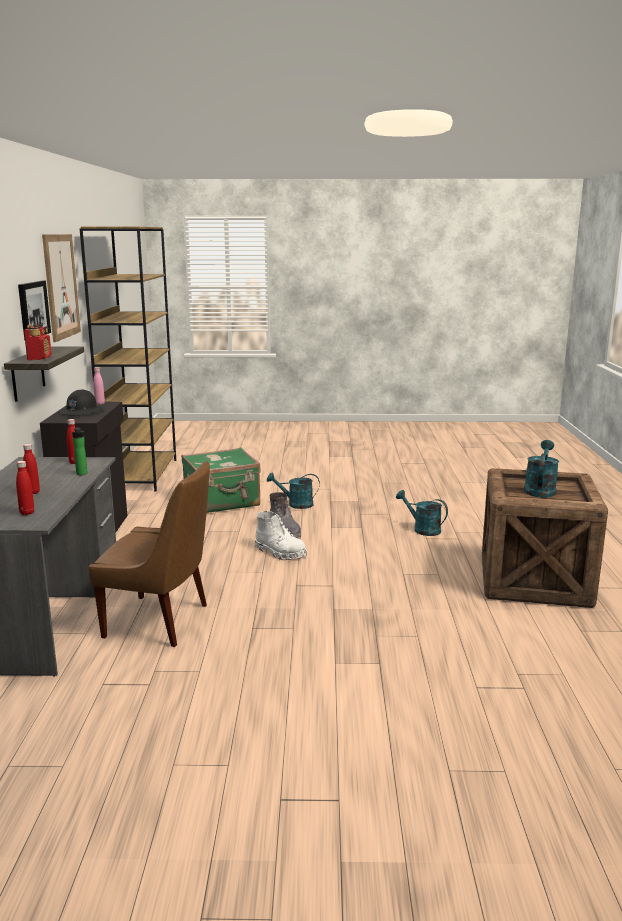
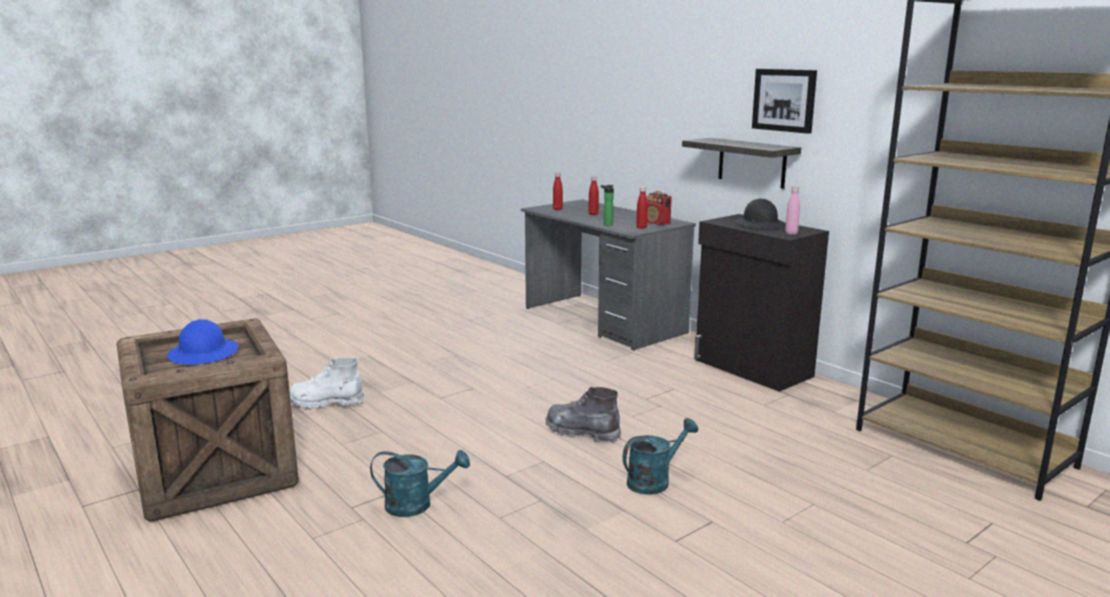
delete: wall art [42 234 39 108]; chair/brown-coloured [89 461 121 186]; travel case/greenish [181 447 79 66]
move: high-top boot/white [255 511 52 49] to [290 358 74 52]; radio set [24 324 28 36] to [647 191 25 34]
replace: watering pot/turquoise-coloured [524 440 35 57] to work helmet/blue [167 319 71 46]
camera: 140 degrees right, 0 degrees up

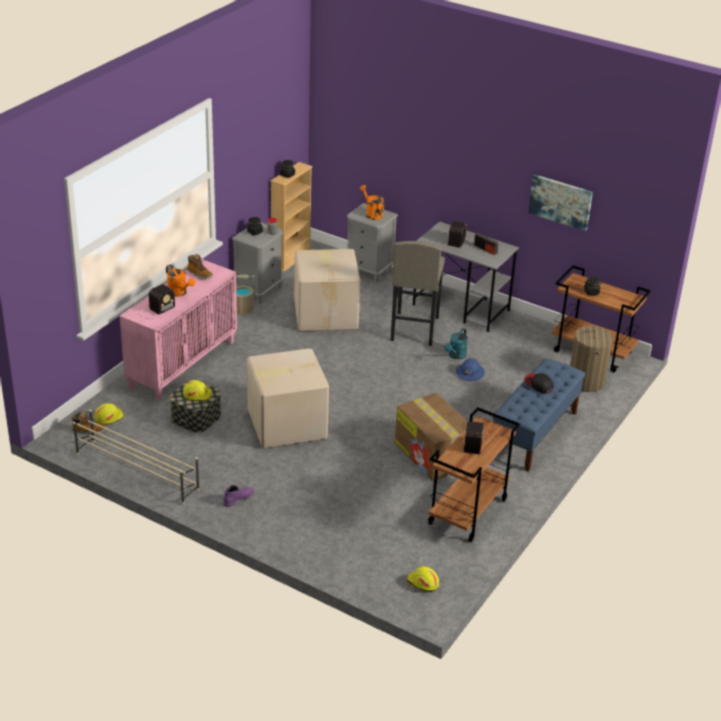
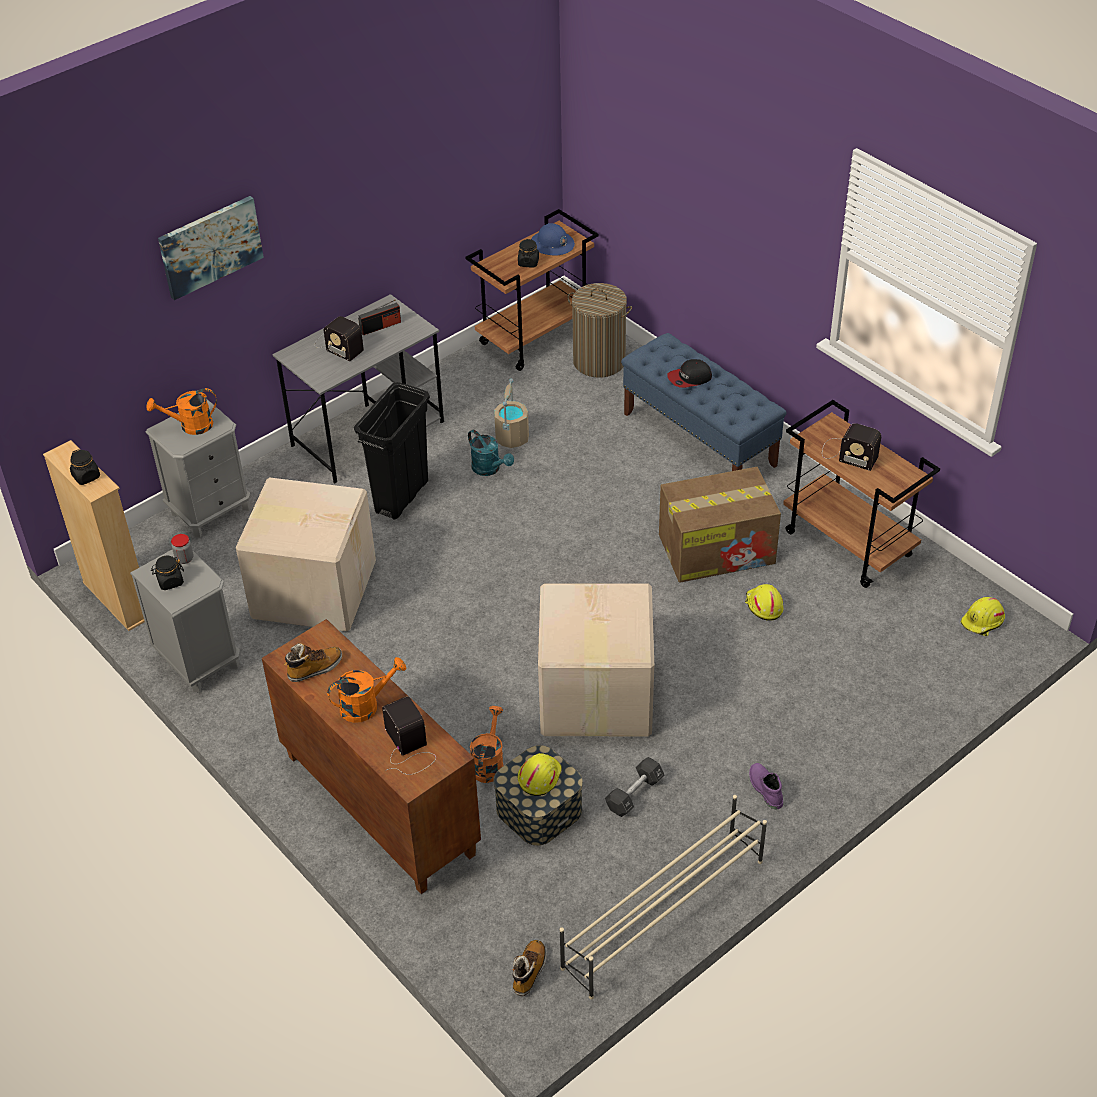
insert: watering pot/orangey [470 706 34 77]; free weight/blackish [605 757 59 60]
move: wall art [528 174 65 57] to [158 196 106 104]; water bucket/sand-coloured [236 275 20 40] to [494 379 35 69]; work helmet/blue [456 358 29 23] to [531 223 44 32]; work helmet/yellow [94 403 29 22] to [745 584 38 37]
replace: stool seat/grey [390 241 55 105] to waste bin/blackish [354 382 76 138]
recolor: cabinet/pink [120 259 117 142] to cabinet/brown-coloured [262 619 219 275]
camera: 70 degrees left, 10 degrees up

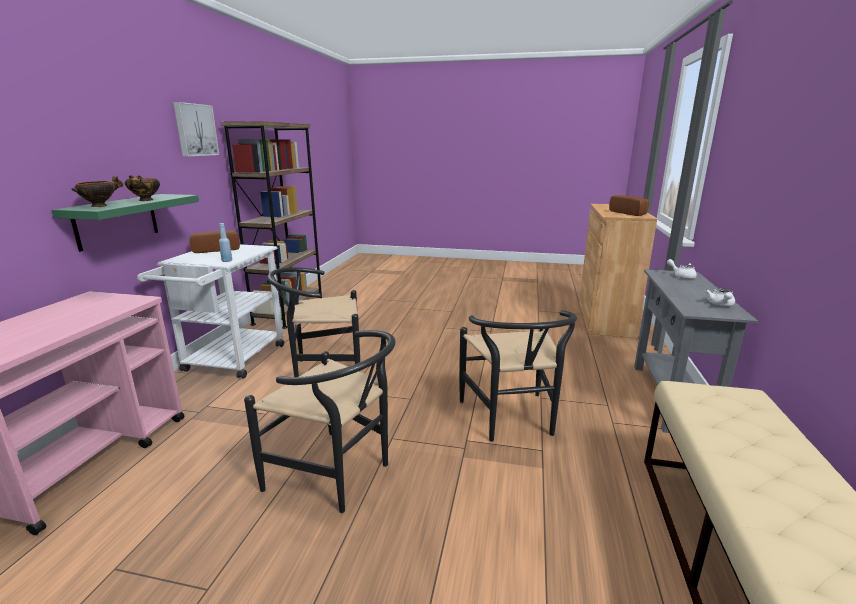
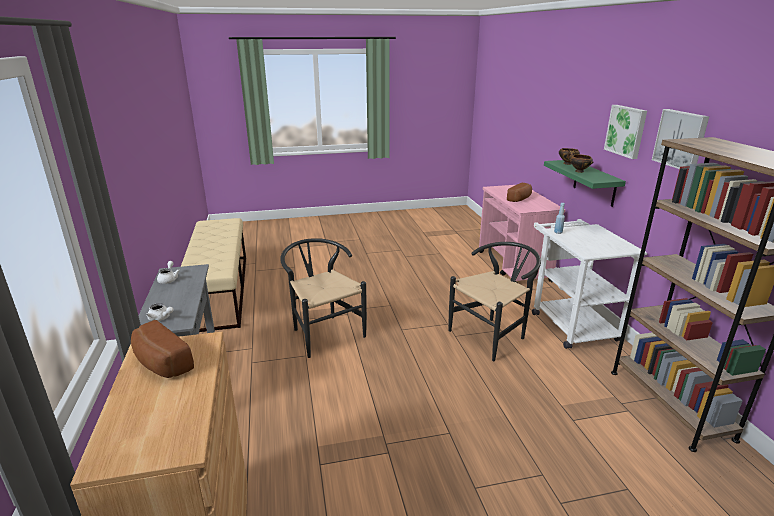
delete: chair/blackish [244 330 152 183]
insert: wall art [604 105 43 54]
move: baked bread [190 231 50 22] to [507 183 25 19]
camera: 155 degrees right, 5 degrees up

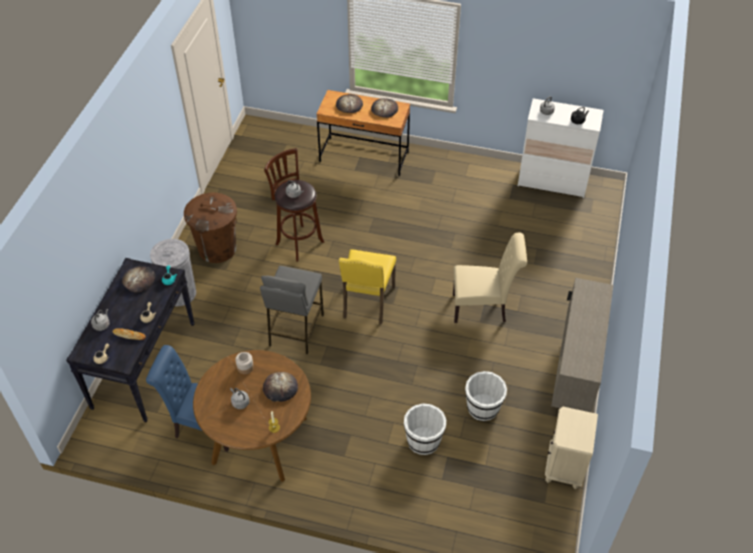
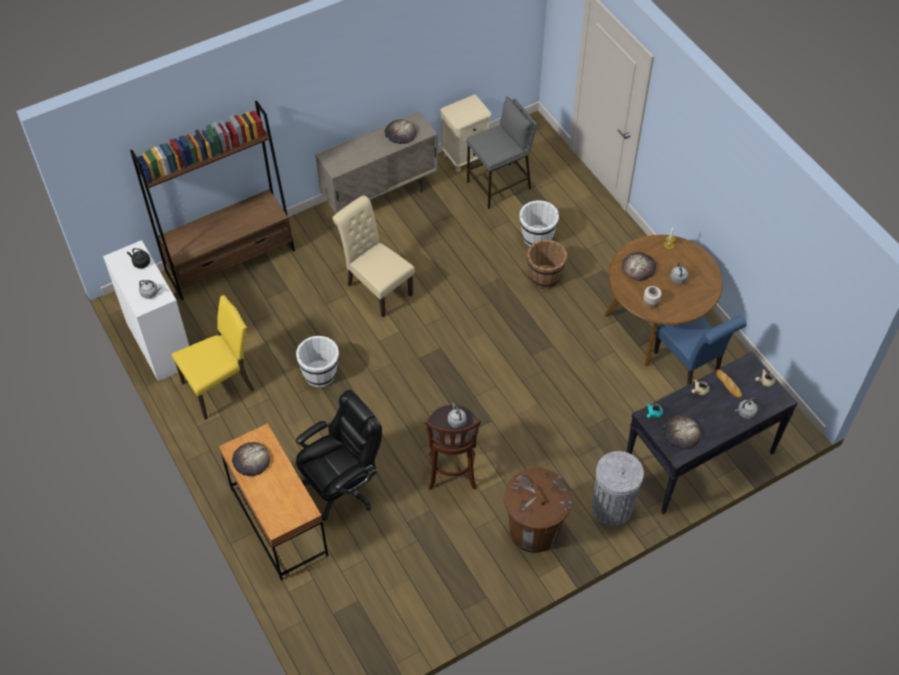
insert: shelving unit/brown-coloured [130 101 165 199]; desk chair/blackish [296 390 86 131]; water bucket/brown-coloured [527 240 40 49]
move: chair/yellow [339 249 57 76] to [172 295 83 125]; water bucket/white [465 371 42 50] to [296 336 43 51]; baked bread [336 94 27 19] to [385 119 32 25]; stool seat/grey [260 266 64 88] to [466 96 71 113]
camera: 135 degrees left, 5 degrees up

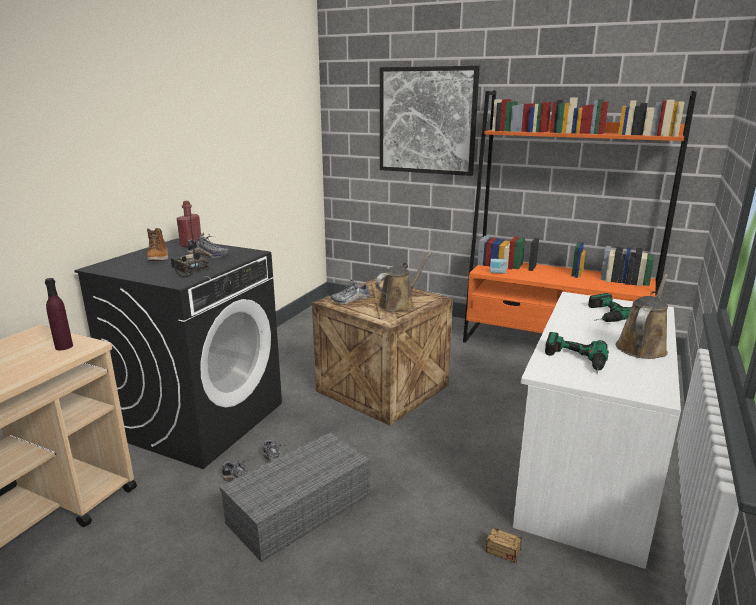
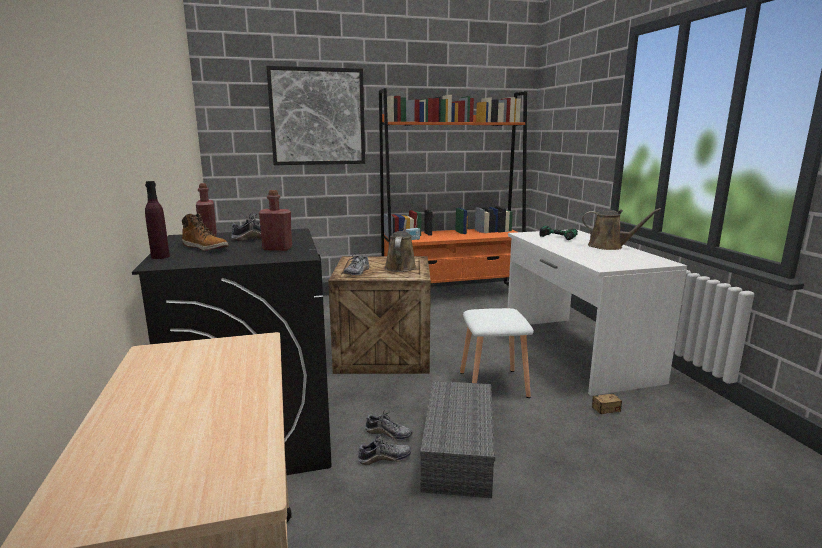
delete: drill [545 332 64 40]
insert: stool seat/white [460 308 74 90]
move: beverage bottle/purple-coloured [45 278 28 72] to [145 181 25 78]
replace: radio set [170 217 40 60] to beverage bottle/red [259 190 33 61]
rotate: watering pot/brown-coloured [616 274 52 85] = [582 208 79 42] 120 degrees clockwise
camera: 40 degrees left, 5 degrees down

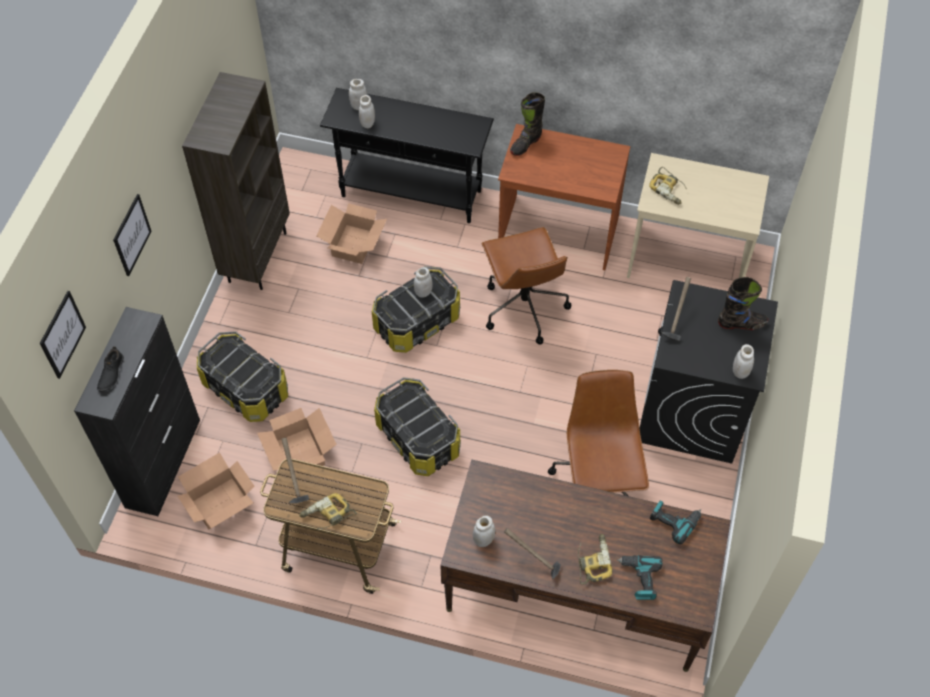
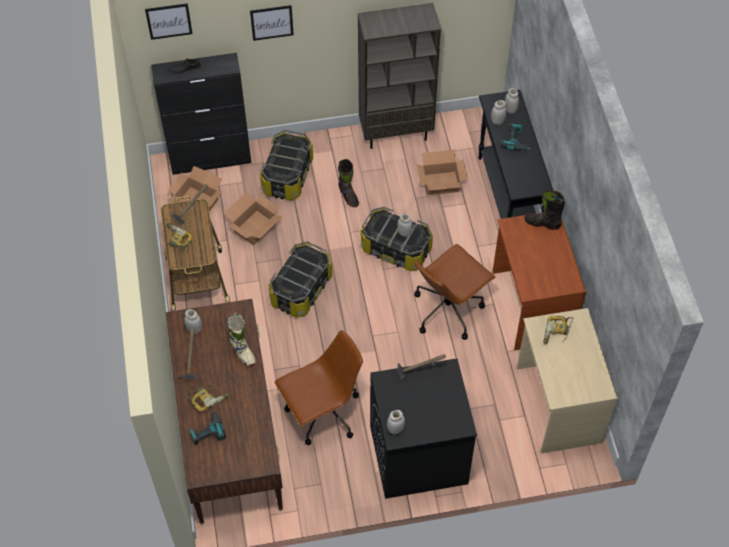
insert: high-top boot/sand-coloured [227 313 29 53]
move: high-top boot/blackish [718 277 50 53] to [338 159 21 48]; drill [650 501 51 44] to [501 124 29 27]
camera: 65 degrees right, 0 degrees up

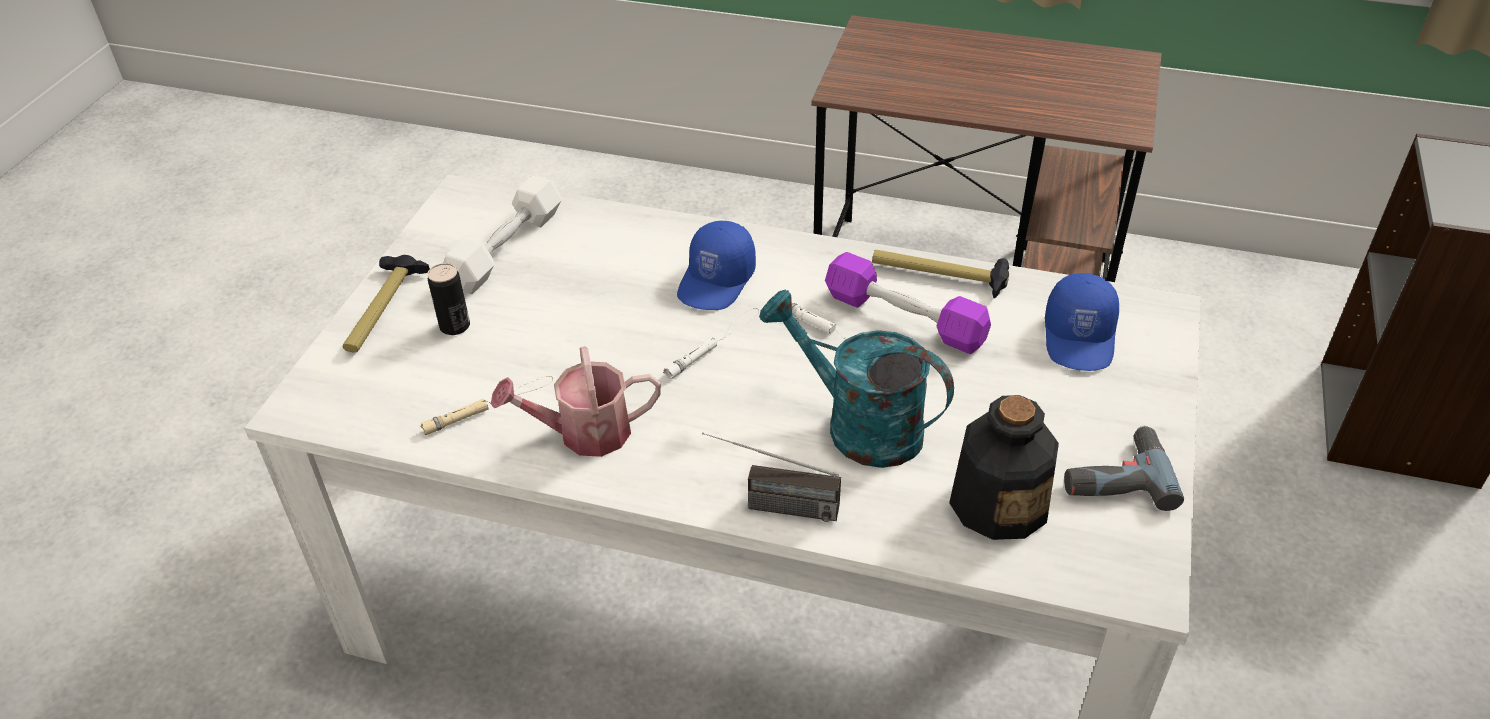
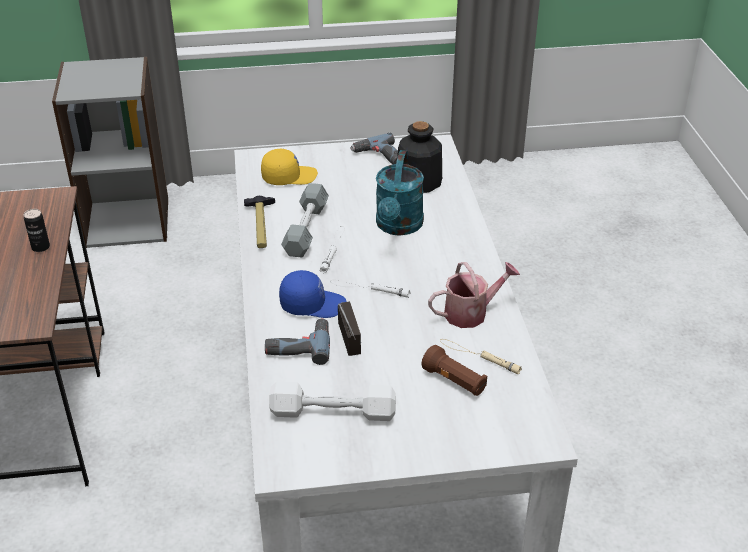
delete: hammer [343 255 87 97]
insert: drill [265 318 65 47]; torch/brown-coloured [421 345 66 51]
move: metal can [428 263 42 72] to [24 209 26 43]; radio set [702 432 139 90] to [338 301 23 55]
recolor: baseball cap/blue [1045 273 74 98] to baseball cap/yellow [261 149 57 36]; free weight/purple-coloured [825 252 166 102] to free weight/grey [281 183 48 75]
rotate: watering pot [491 346 170 111] = [428 262 92 66] 75 degrees counterclockwise
camera: 115 degrees left, 5 degrees down

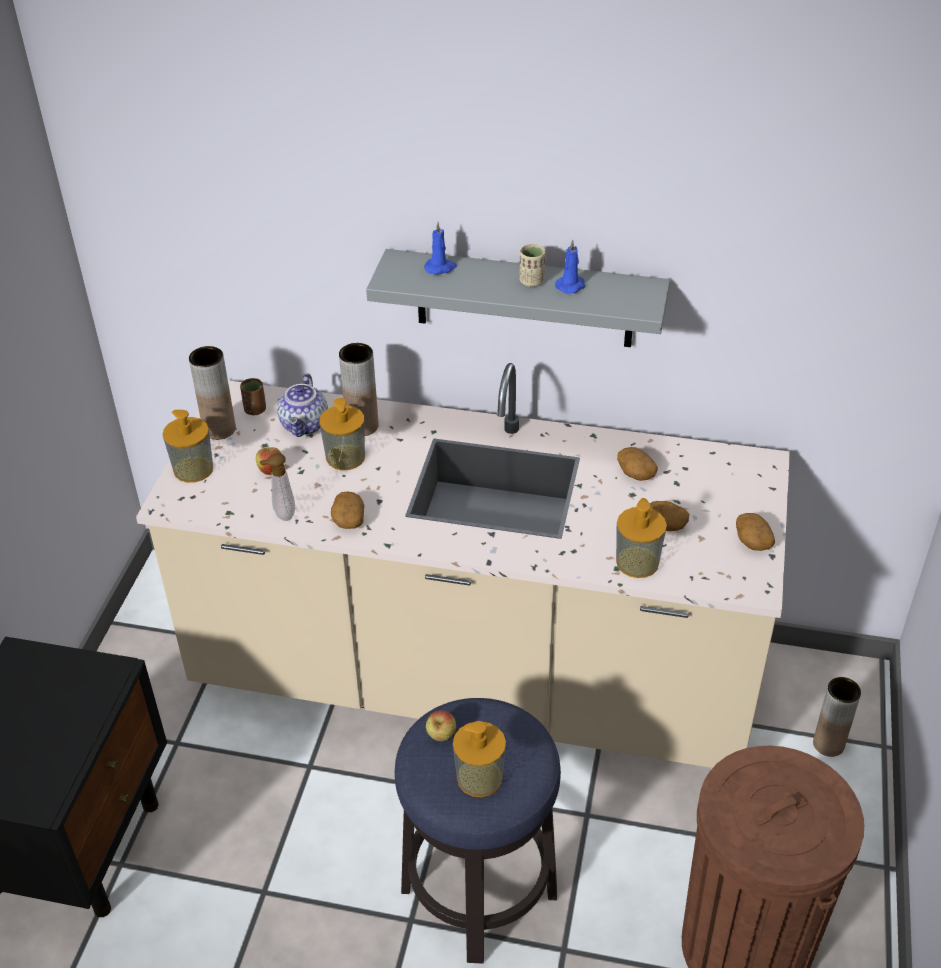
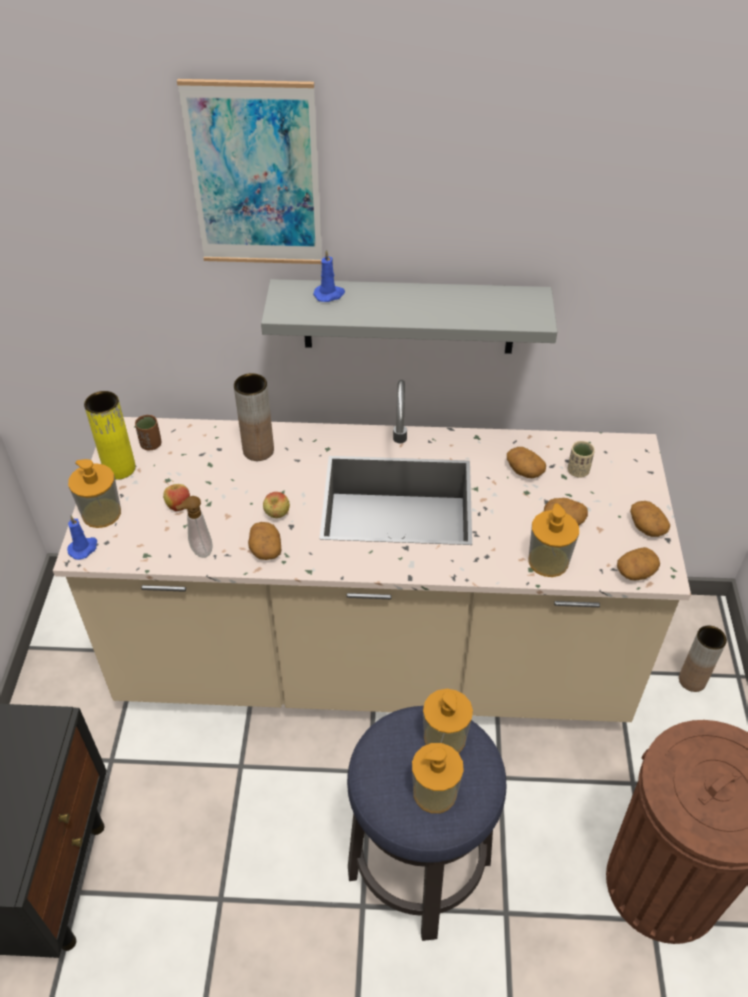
delete: teapot [277 373 51 64]
insert: wall art [177 79 145 185]; spud [617 547 43 33]
move: candle/blue [555 239 30 55] to [67 515 30 45]; whole apple [426 710 30 31] to [263 492 27 26]; soap bottle [319 398 46 72] to [423 689 50 64]; cup/sand-coloured [519 244 26 43] to [568 441 27 37]
recolor: vase/brown-coloured [189 346 47 94] to vase/yellow [84 391 52 89]
camera: 10 degrees left, 5 degrees up

